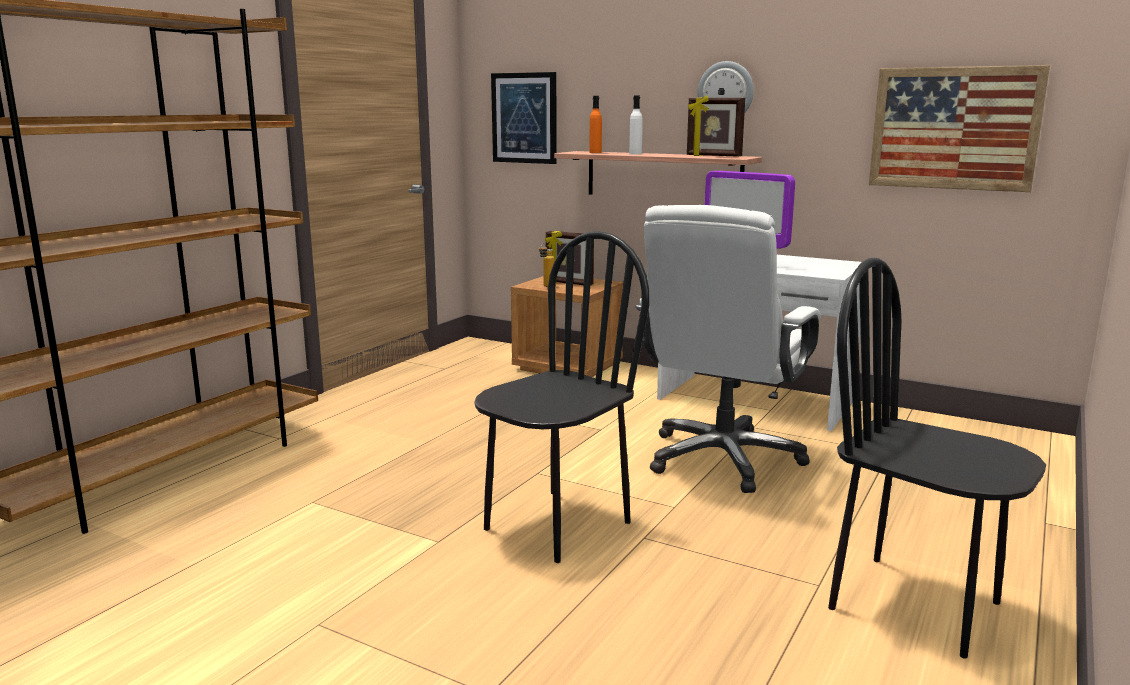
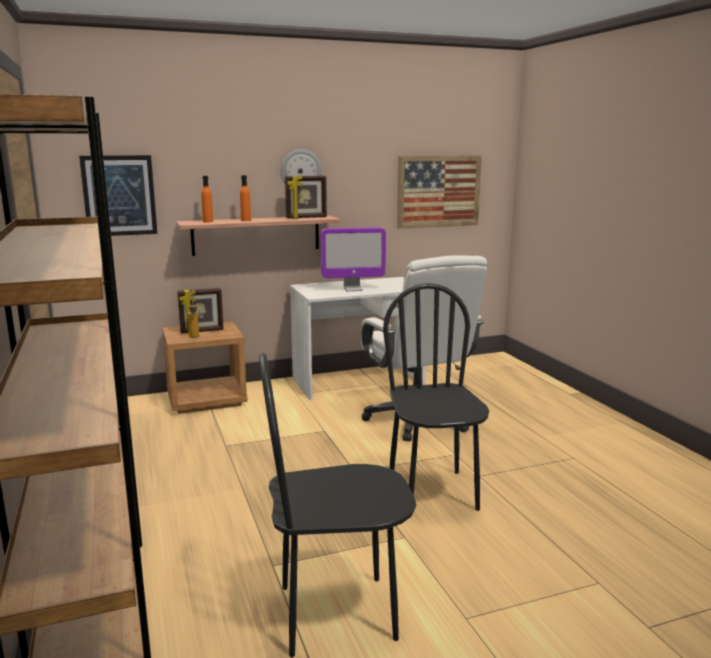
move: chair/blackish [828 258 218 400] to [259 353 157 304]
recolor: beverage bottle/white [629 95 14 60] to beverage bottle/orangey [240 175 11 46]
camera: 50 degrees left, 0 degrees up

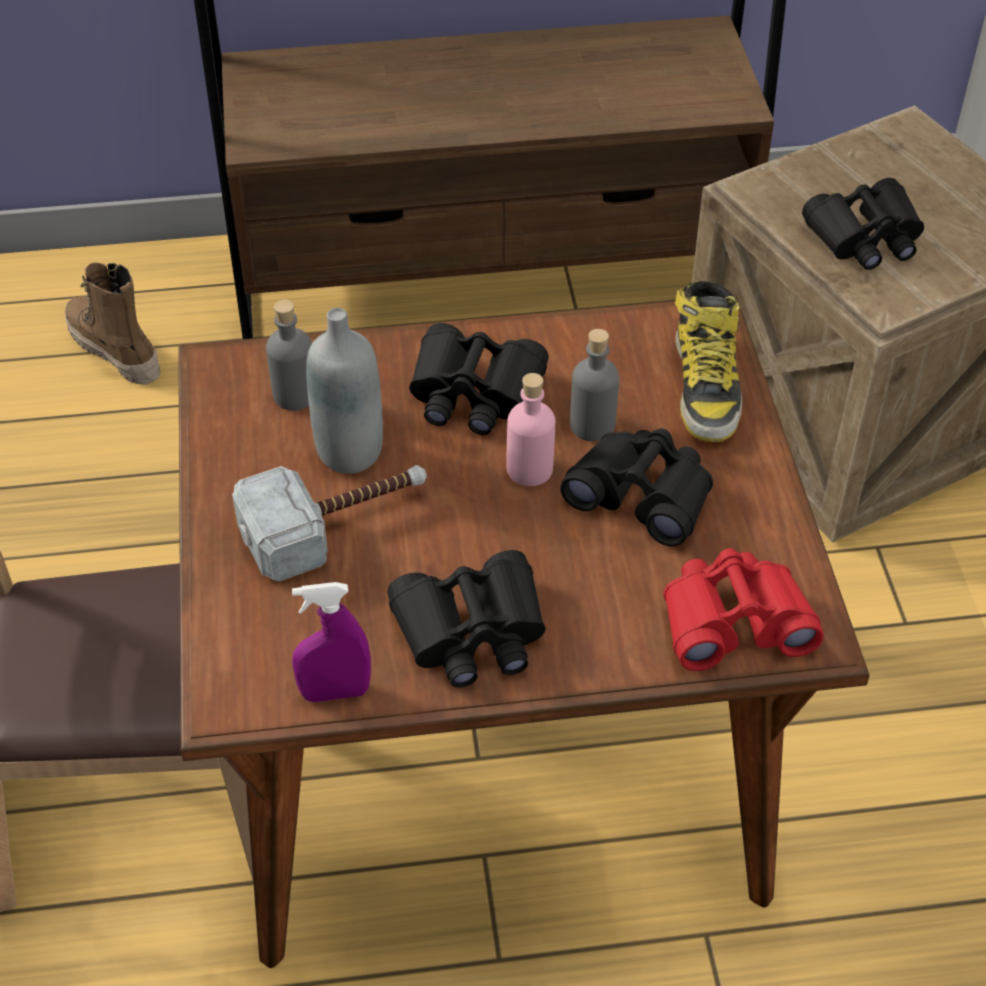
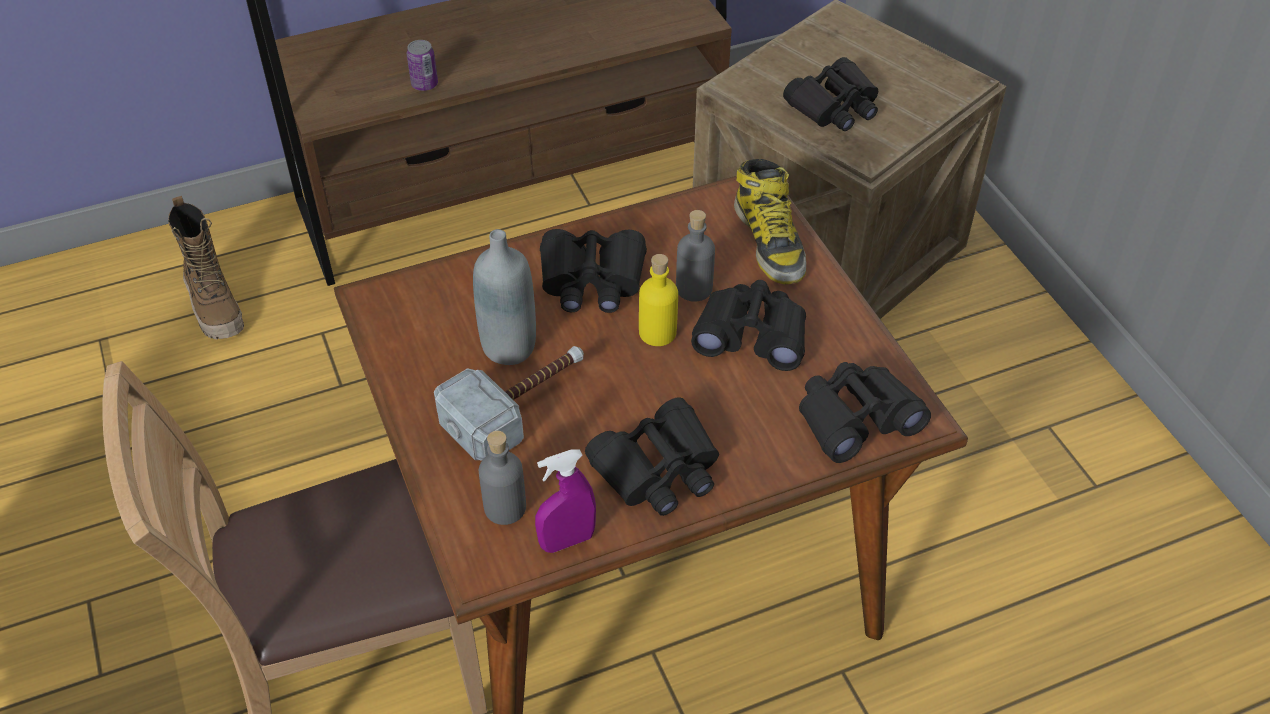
insert: metal can [407 40 31 51]
move: beverage bottle/grey [266 299 46 112] to [479 431 47 94]
recolor: beverage bottle/pink [506 373 49 113] to beverage bottle/yellow [639 254 39 92]; binoculars/red [663 548 161 123] to binoculars/blackish [799 362 132 101]
rotate: high-top boot [65 263 96 122] = [168 196 76 143] 150 degrees counterclockwise
camera: 15 degrees left, 0 degrees up

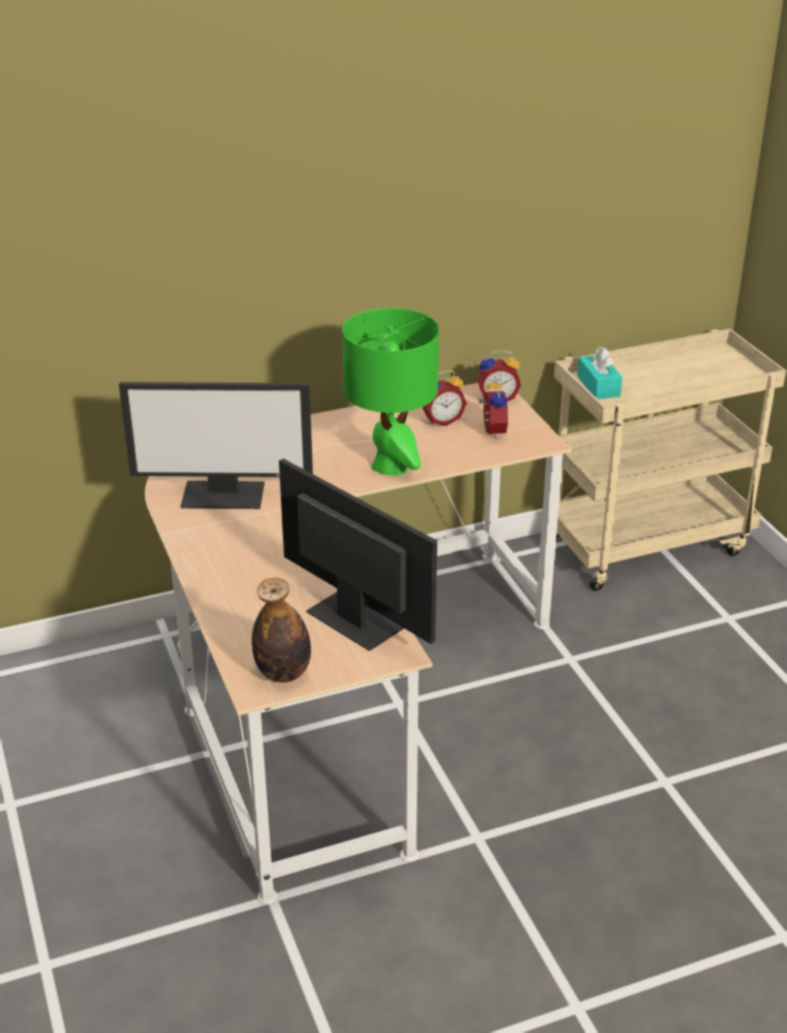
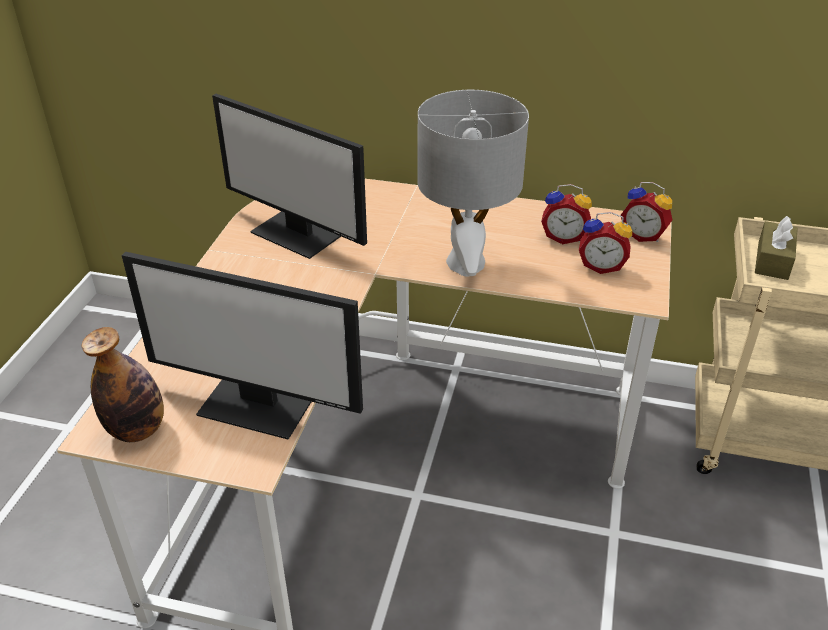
recolor: lamp for a table/greenish [342 308 97 168] to lamp for a table/grey [417 90 112 186]; tissue box/turquoise-coloured [577 347 45 52] to tissue box/brown-coloured [755 216 43 64]
rotate: computer screen [279 459 158 192] = [122 252 241 188] 120 degrees clockwise; bedside clock [478 377 30 62] = [579 212 53 62] 75 degrees clockwise
camera: 35 degrees right, 5 degrees up

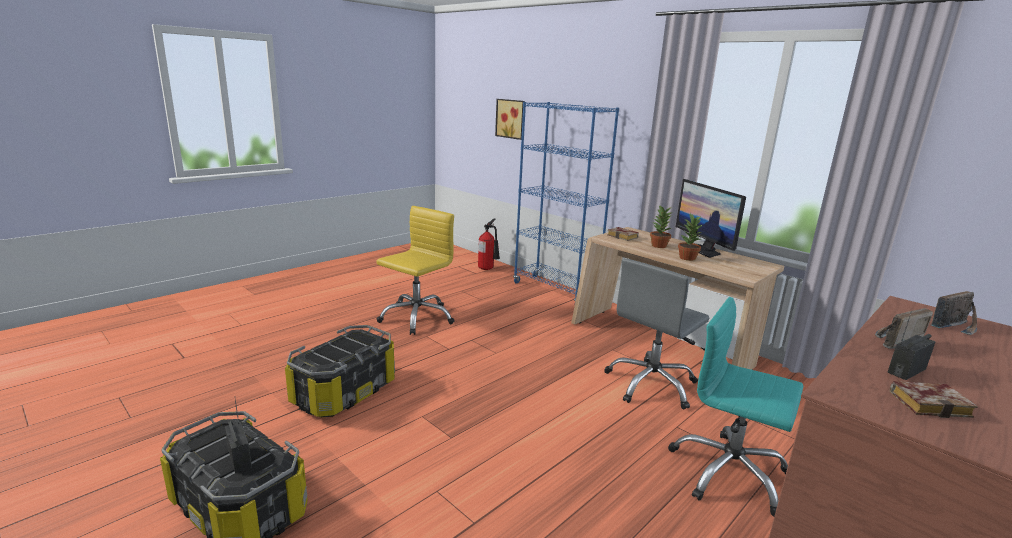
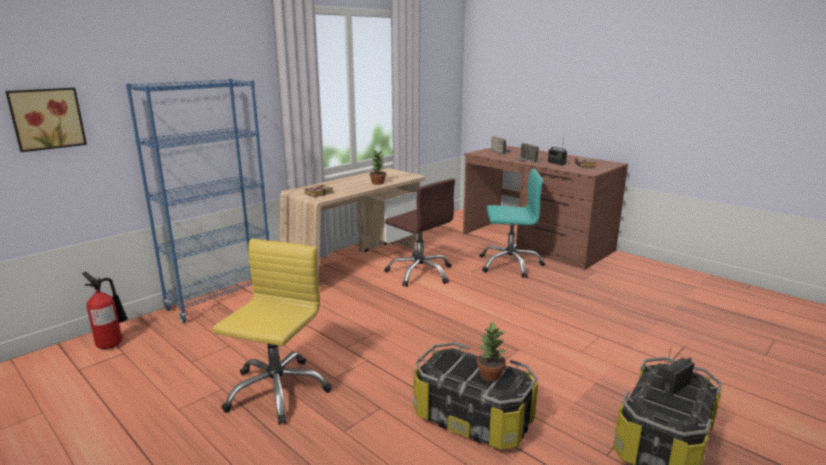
delete: computer screen [676 179 70 79]
move: houseplant [650 205 22 43] to [477 321 29 60]
recolor: desk chair/grey [604 258 105 151] to desk chair/brown-coloured [385 178 70 109]
rotate: desk chair/yellow [376 206 79 129] = [213 239 119 186] 75 degrees clockwise; desk chair/turquoise-coloured [668 297 135 220] = [479 169 66 109] 120 degrees counterclockwise
camera: 90 degrees left, 0 degrees up

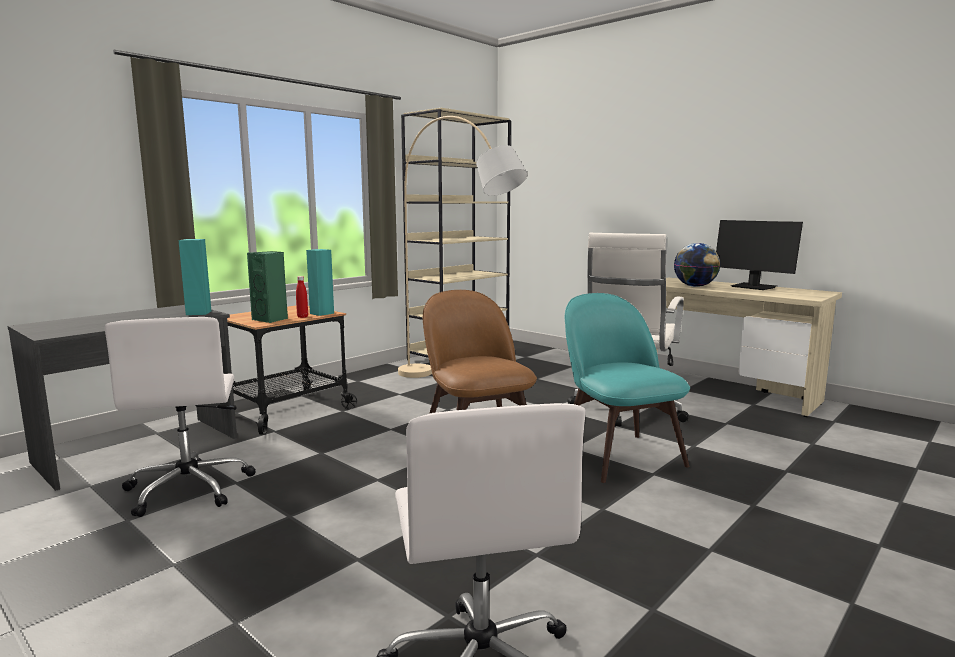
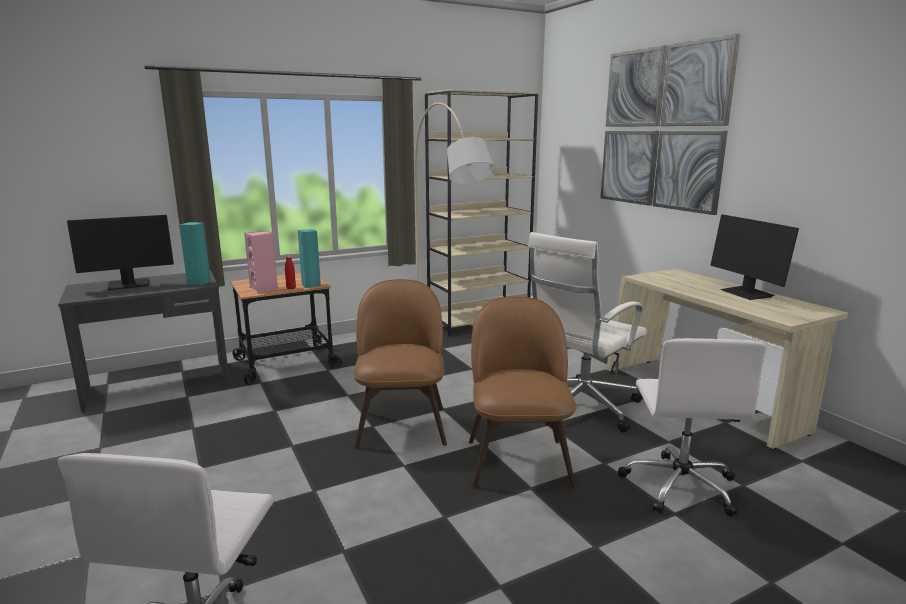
delete: globe [674 243 46 44]
insert: computer screen [67 215 107 75]; wall art [600 34 140 181]
move: desk chair/white [104 317 152 200] to [618 338 149 178]
recolor: loudspeaker/greenish [247 251 41 72] to loudspeaker/pink [244 231 34 62]; chair/turquoise-coloured [565 293 125 190] to chair/brown-coloured [469 296 108 192]
camera: 20 degrees right, 5 degrees up

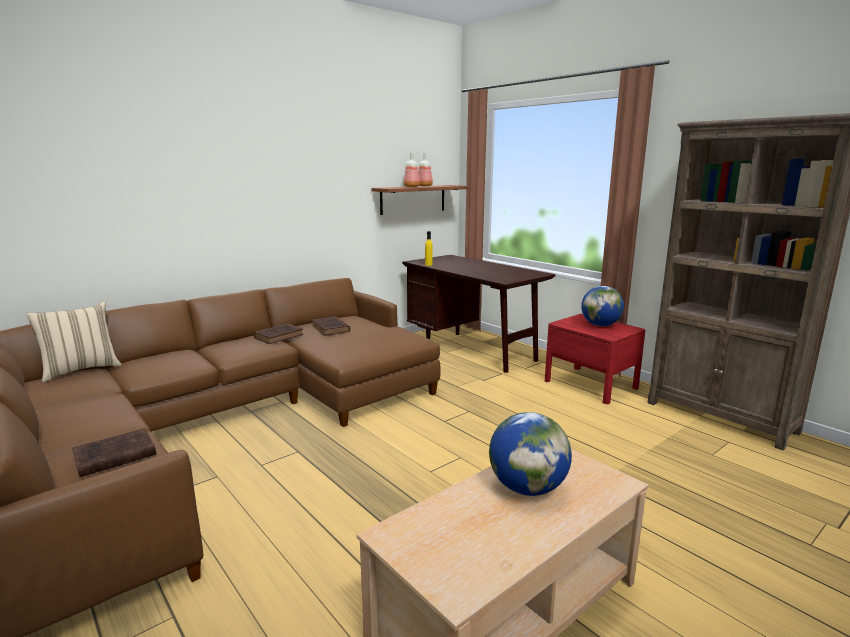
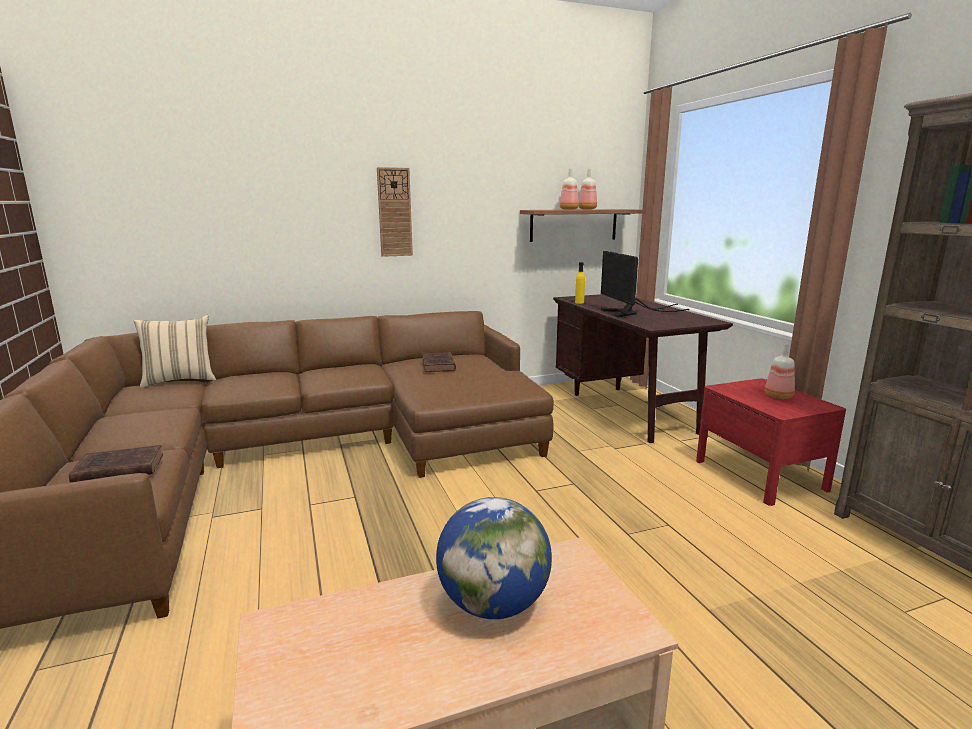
delete: book/brown-coloured [254 324 49 20]
insert: hanging clock [377 167 36 90]; computer screen [601 251 89 66]
replace: globe [581 286 43 40] to beverage bottle [765 343 30 56]
camera: 20 degrees right, 0 degrees up

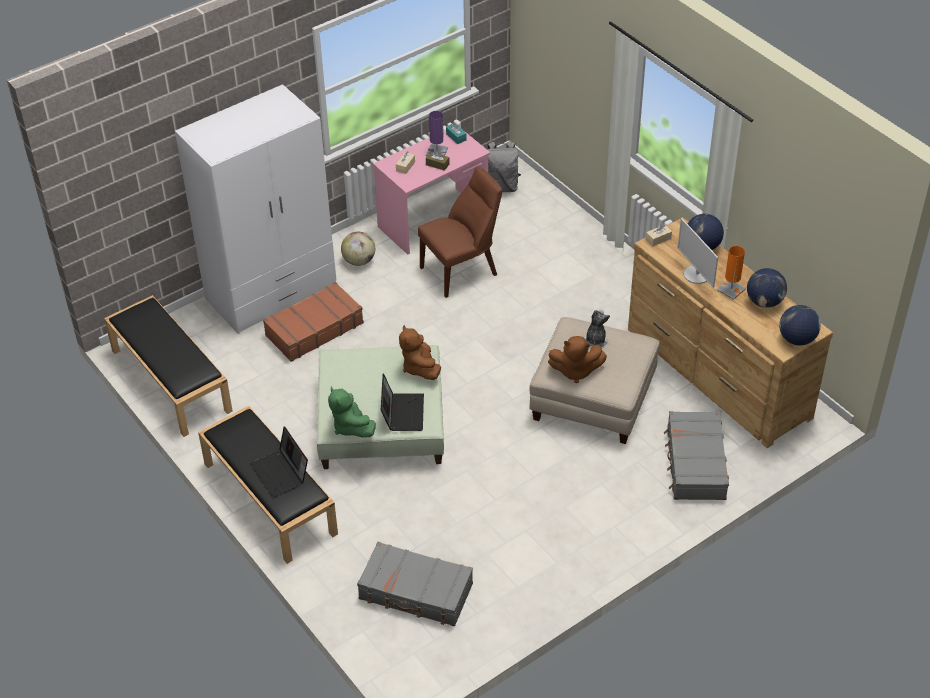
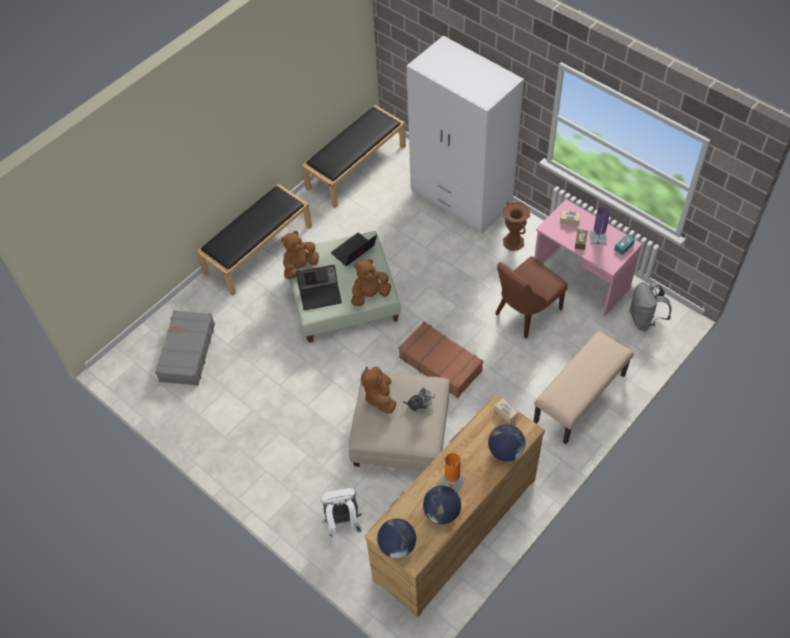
delete: computer screen [678 218 40 70]
insert: long seat/sand-coloured [534 330 100 114]
move: portable computer [251 427 57 70] to [331 233 46 33]; travel case/brown-coloured [263 282 101 80] to [399 322 84 76]
replace: travel case/grey [664 411 65 89] to knapsack/white [321 488 41 51]; globe [341 232 34 34] to vase/brown-coloured [503 202 27 49]
recolor: plush toy/greenish [328 386 48 52] to plush toy/brown-coloured [281 231 38 48]
rotate: chair/brown-coloured [418 167 84 131] = [495 256 73 82] 90 degrees clockwise
camera: 80 degrees right, 10 degrees up

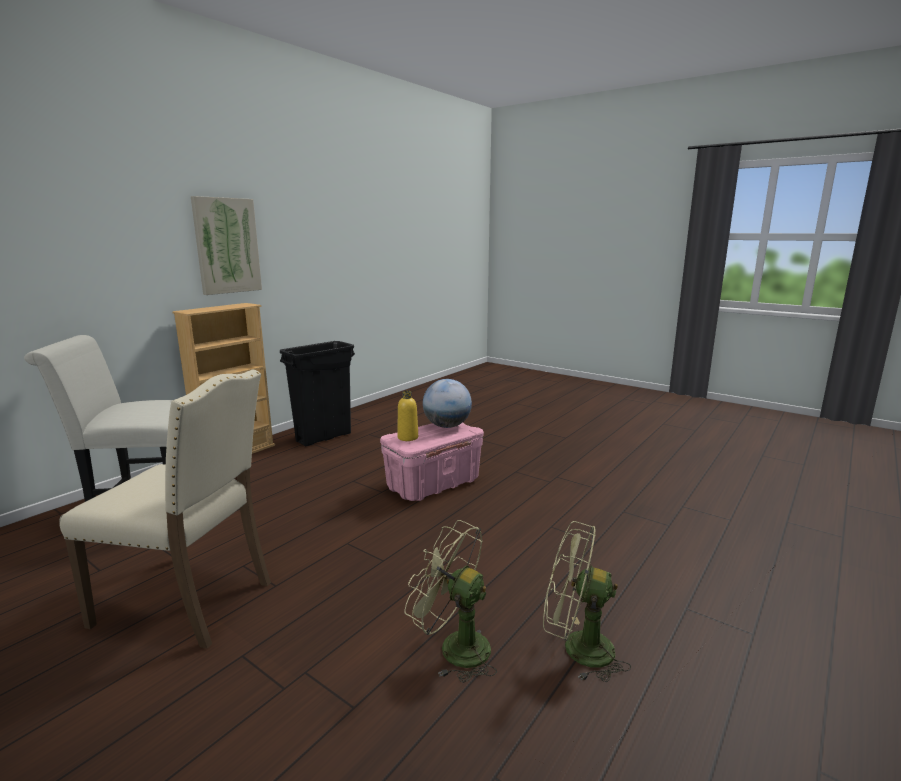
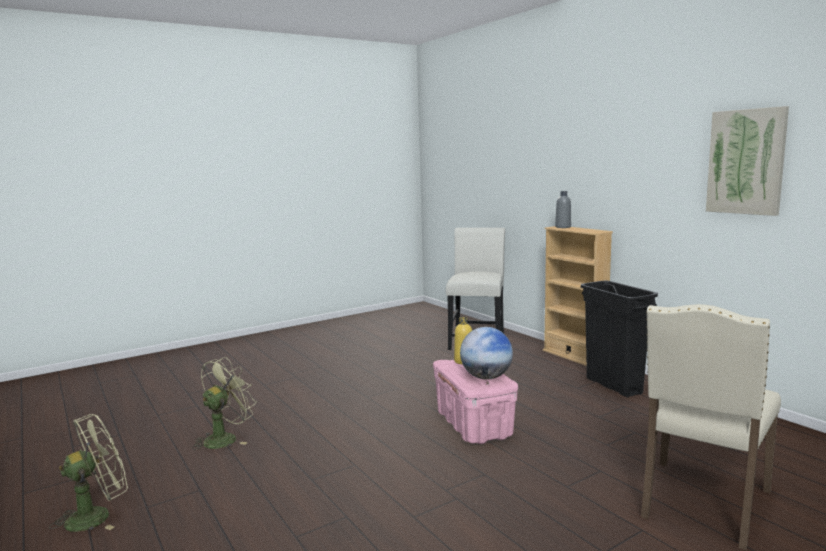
insert: beverage bottle/grey [555 191 16 37]
move: electric fan/greenish [404 520 93 163] to [49 414 79 118]; chair/sand-coloured [59 370 212 279] to [641 304 140 246]; wall art [191 196 71 99] to [706 106 83 110]
camera: 110 degrees right, 5 degrees down

